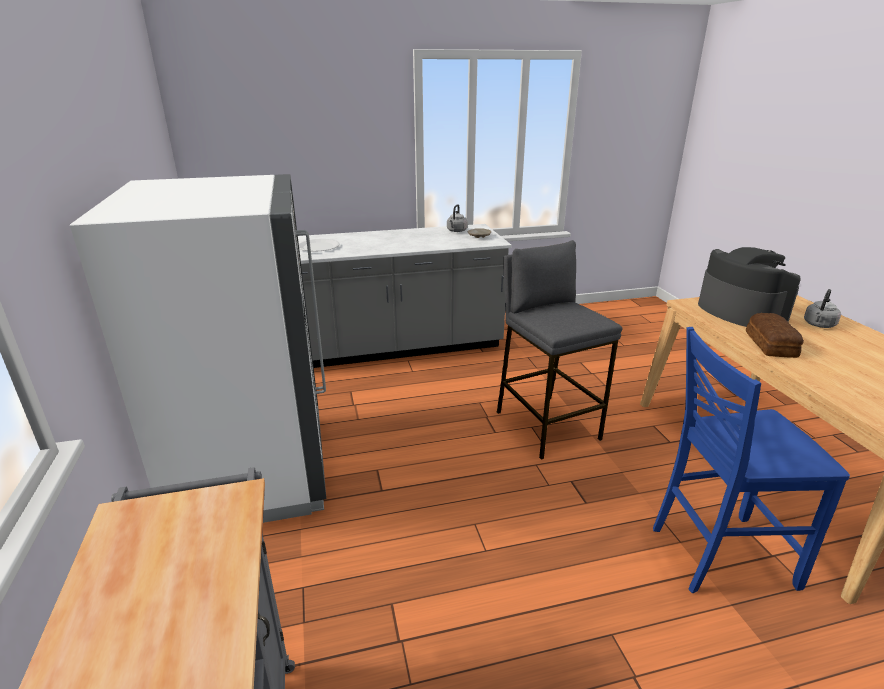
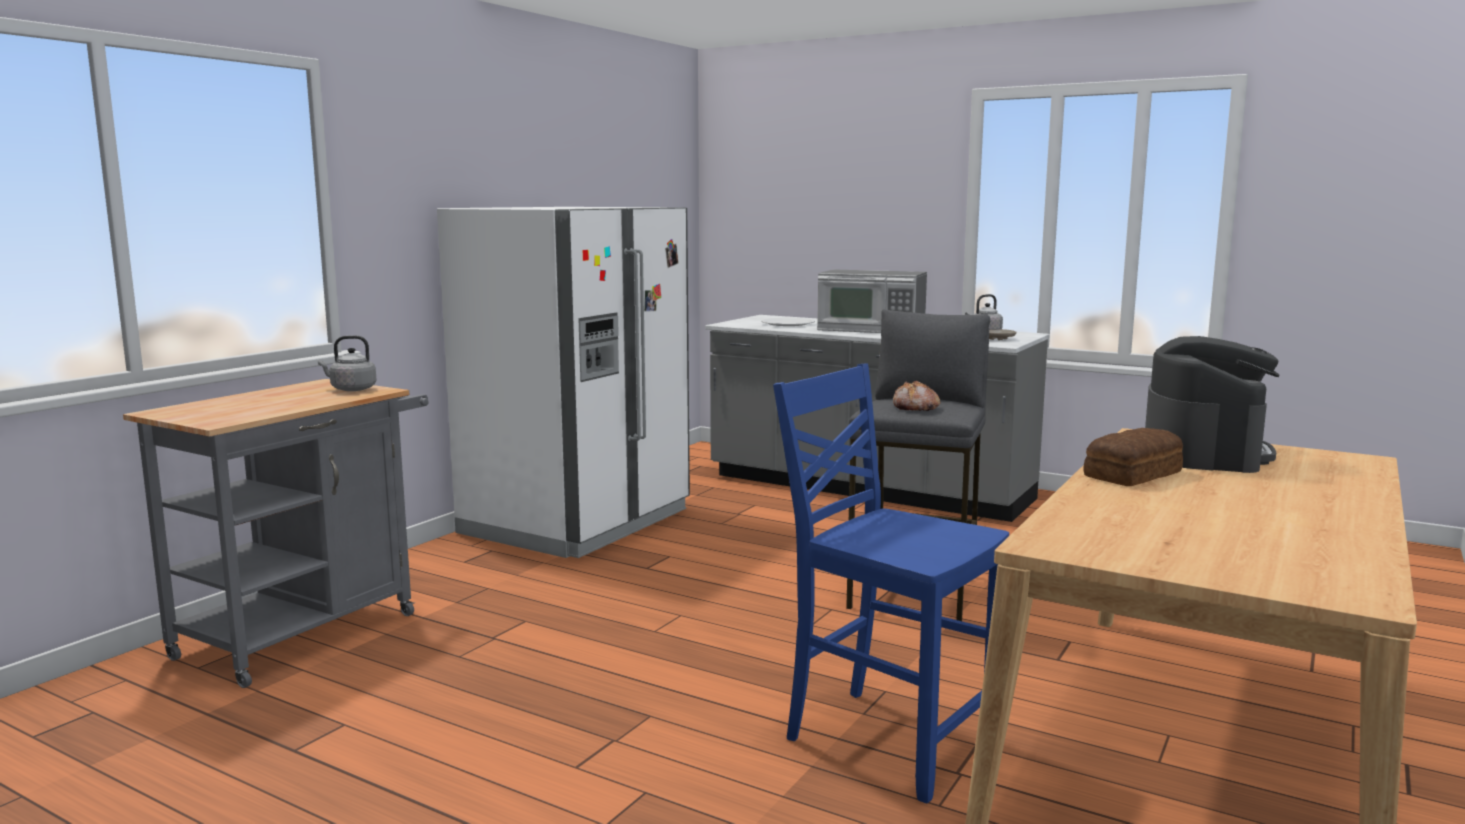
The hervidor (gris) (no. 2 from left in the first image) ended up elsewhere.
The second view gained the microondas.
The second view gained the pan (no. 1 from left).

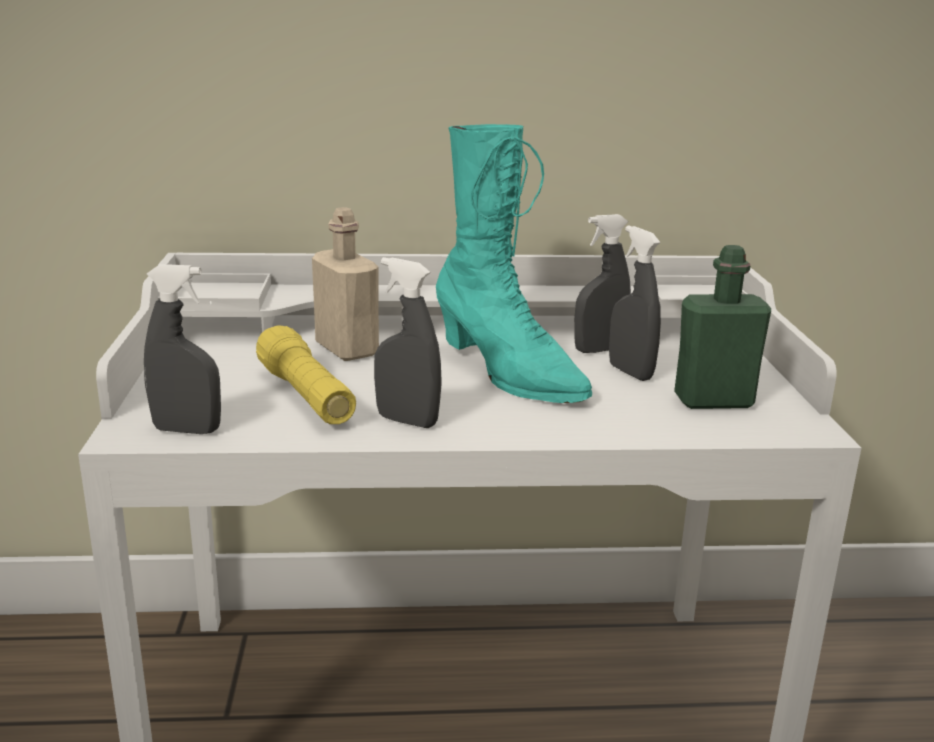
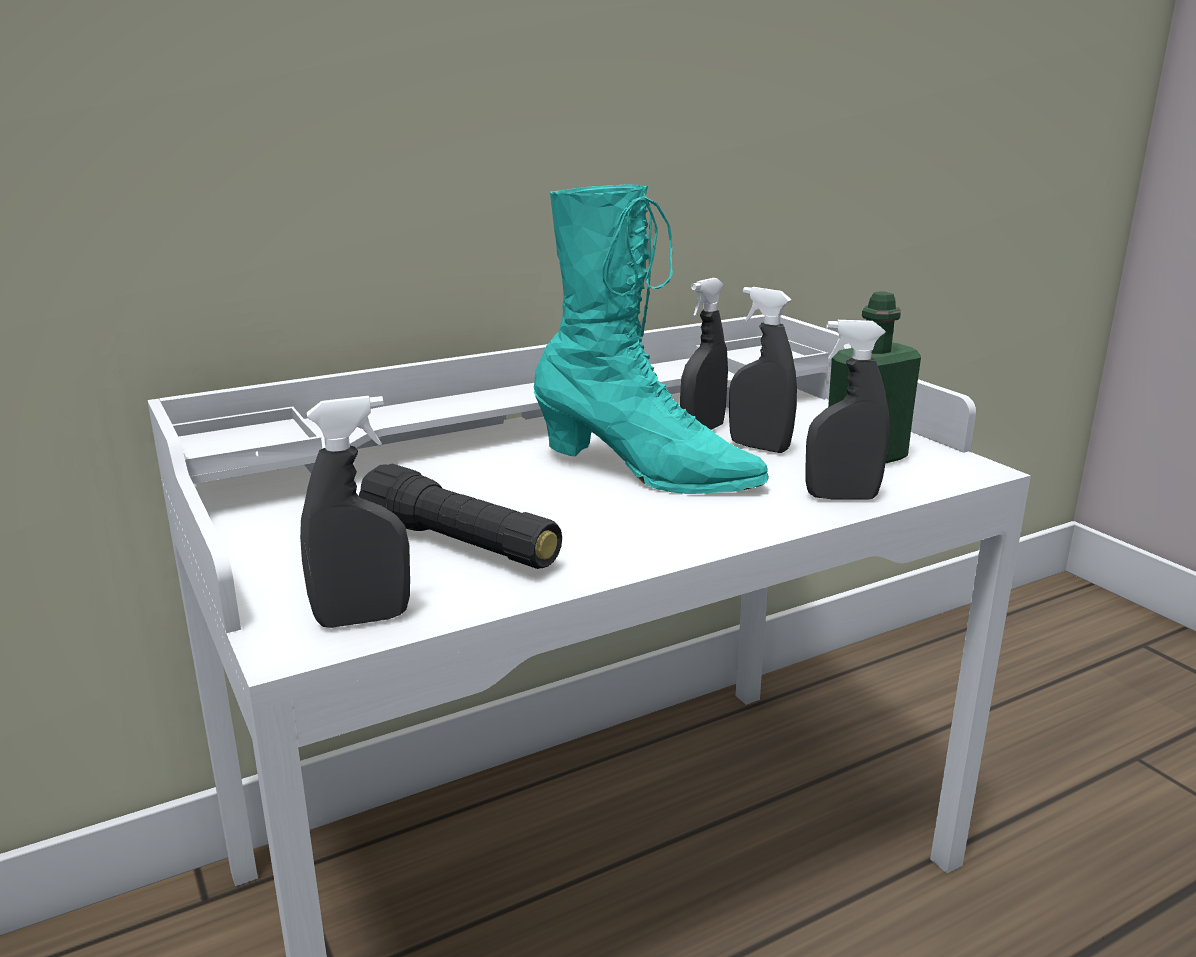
What was the linterna (amarillo) turned into the linterna (negro).
The second view lost the botella (beis).
The pulverizador (gris) (no. 2 from left in the first image) ended up elsewhere.

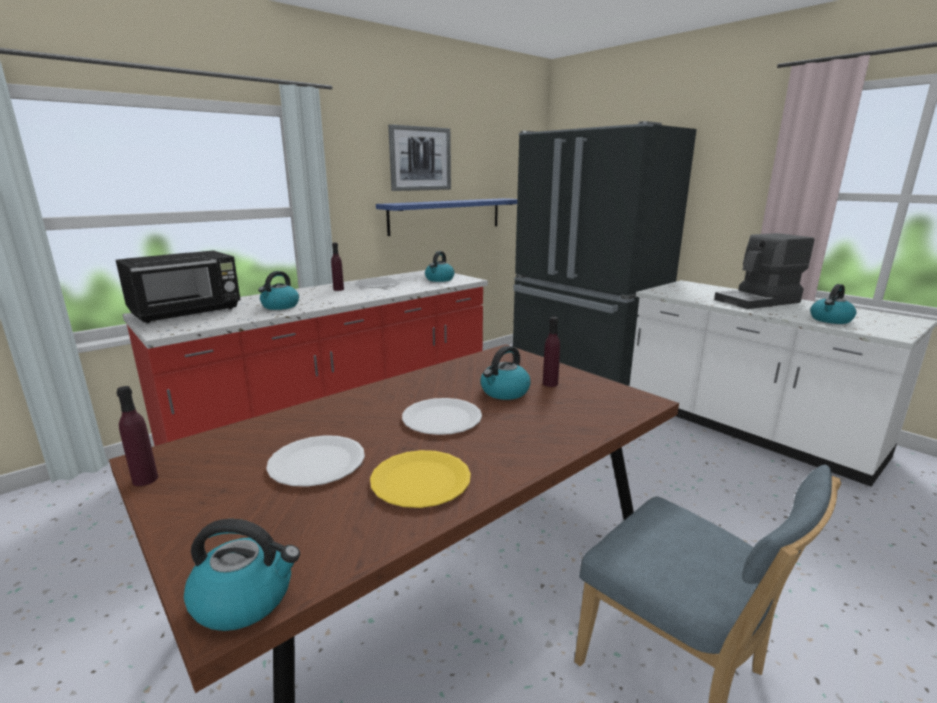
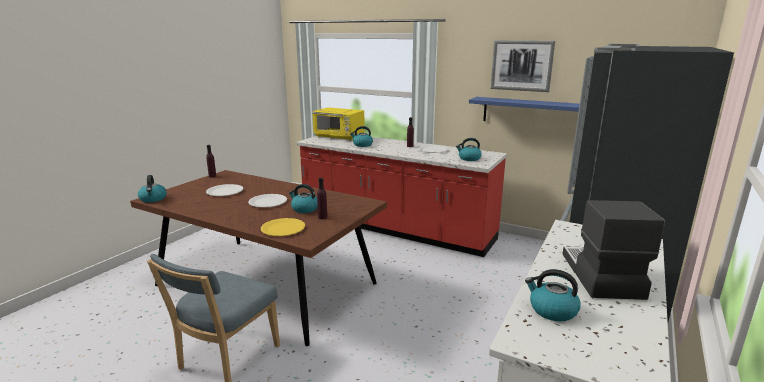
What was the microondas (negro) turned into the microondas (amarillo).
The plato (amarillo) ended up elsewhere.
The cafetera ended up facing another way, 45 degrees clockwise from before.

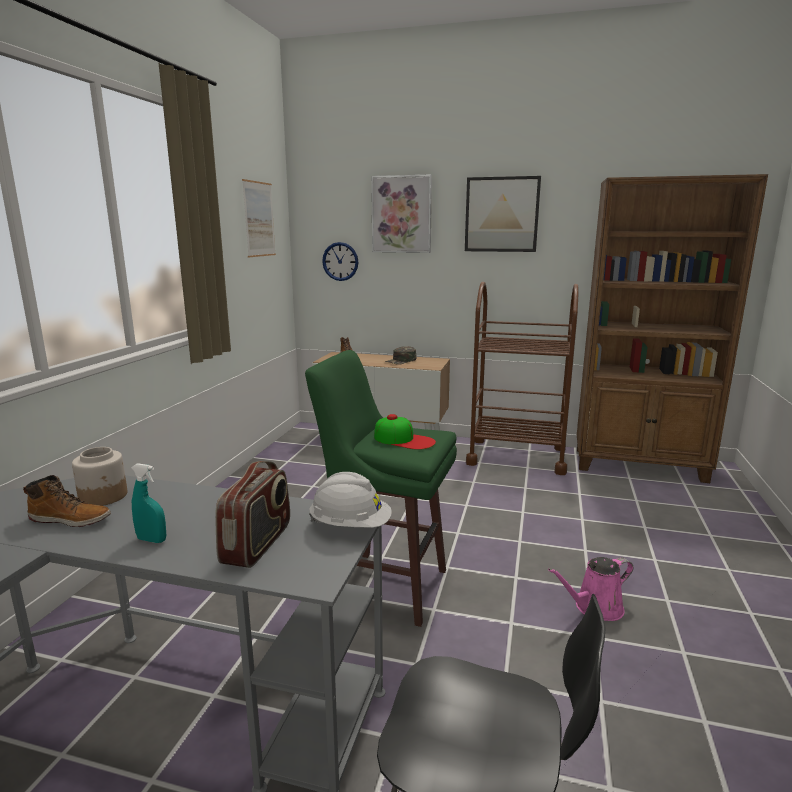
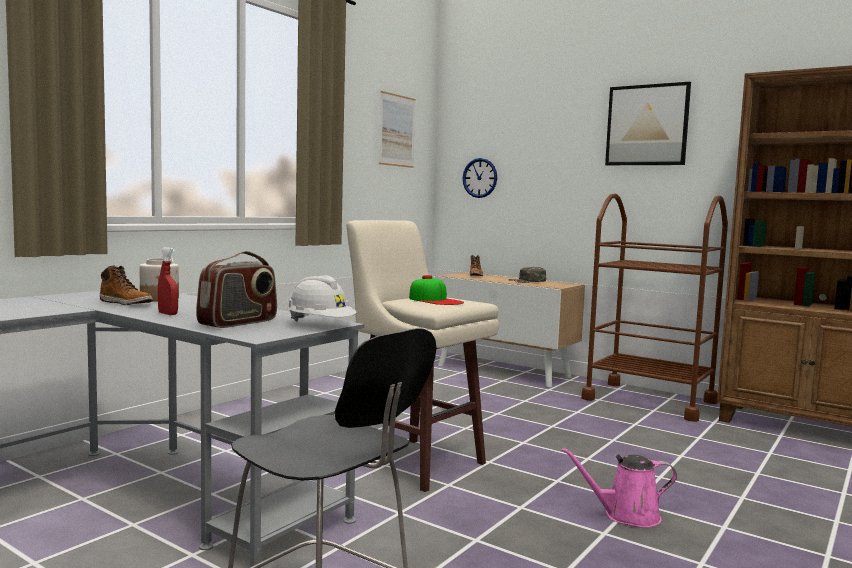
What was the pulverizador (turquesa) turned into the pulverizador (rojo).
What was the taburete (verde) turned into the taburete (beis).
The second view lost the cuadro (no. 2 from left).

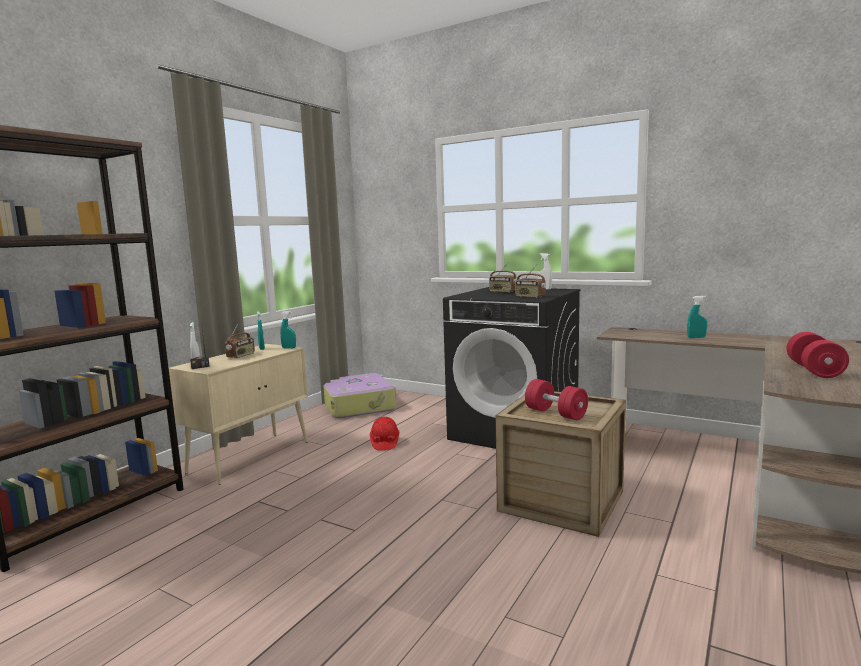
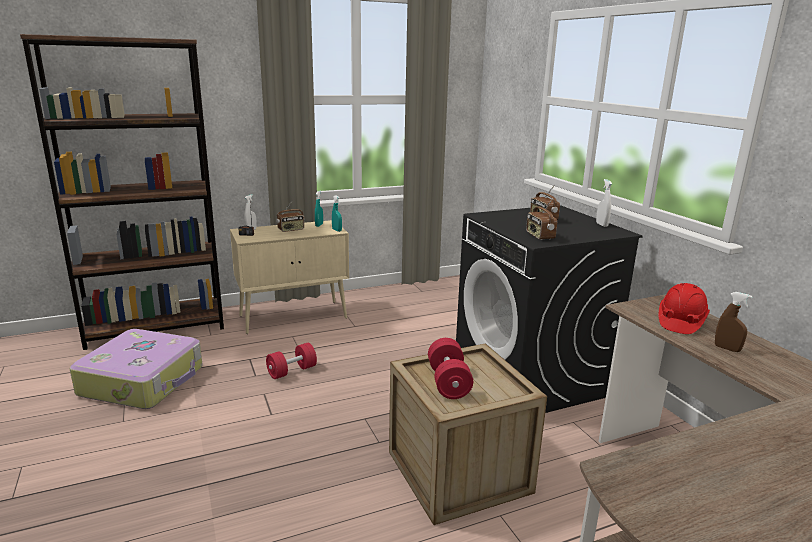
The maleta ended up elsewhere.
The casco (rojo) ended up elsewhere.
What was the pulverizador (turquesa) (no. 3 from left) turned into the pulverizador (marrón).
The mancuerna (rojo) (no. 2 from left in the first image) ended up elsewhere.

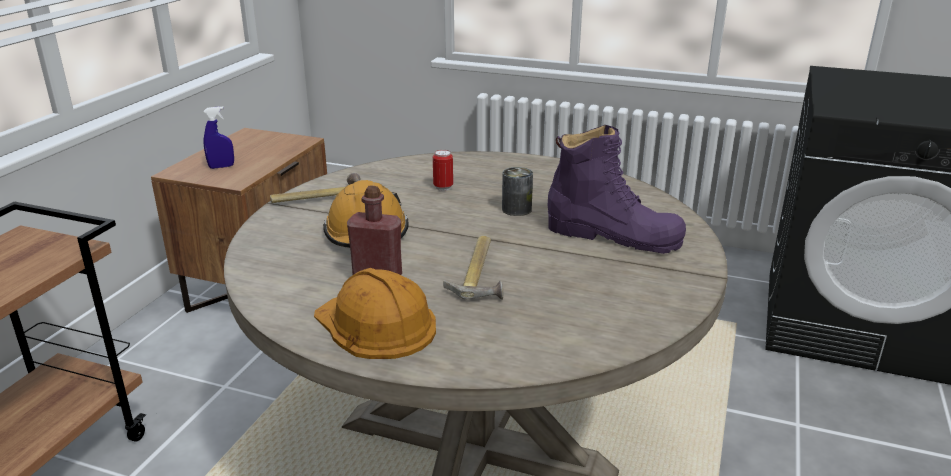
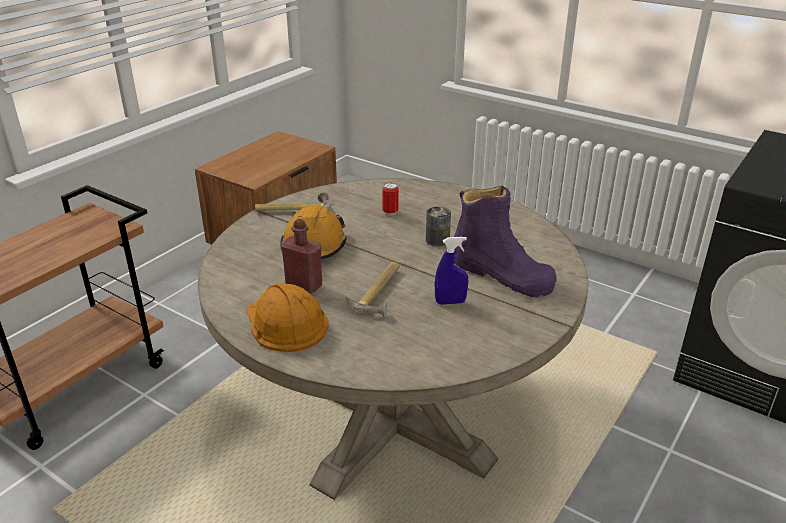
The pulverizador (azul) ended up elsewhere.

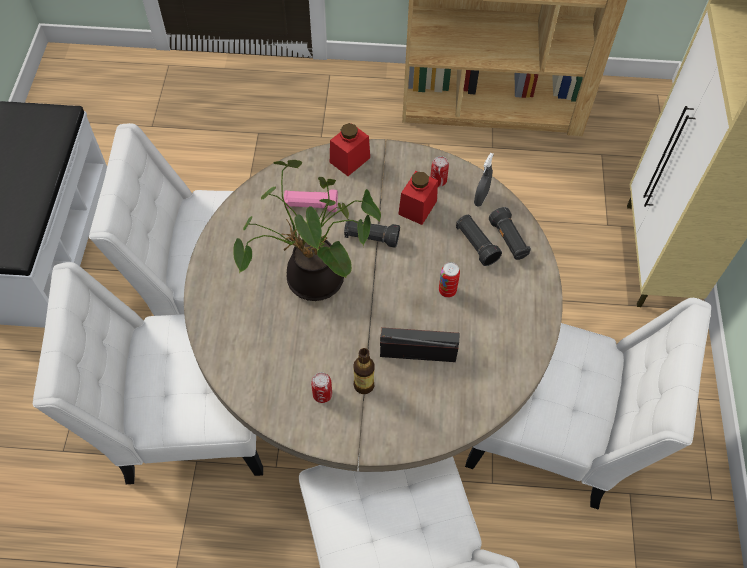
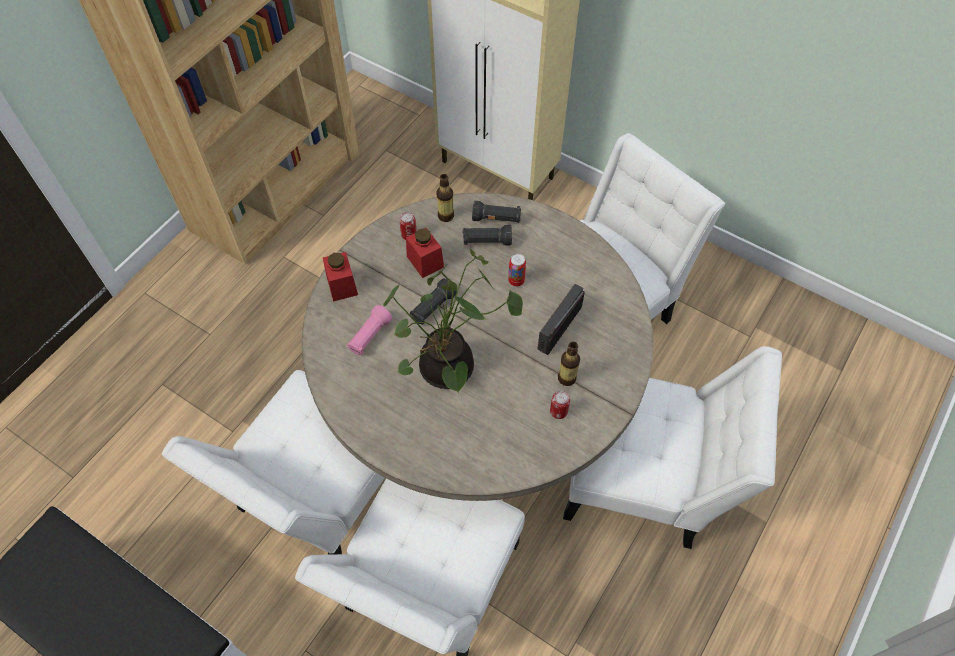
Where the pulverizador (gris) stood, the botella (no. 1 from left) came to stand.

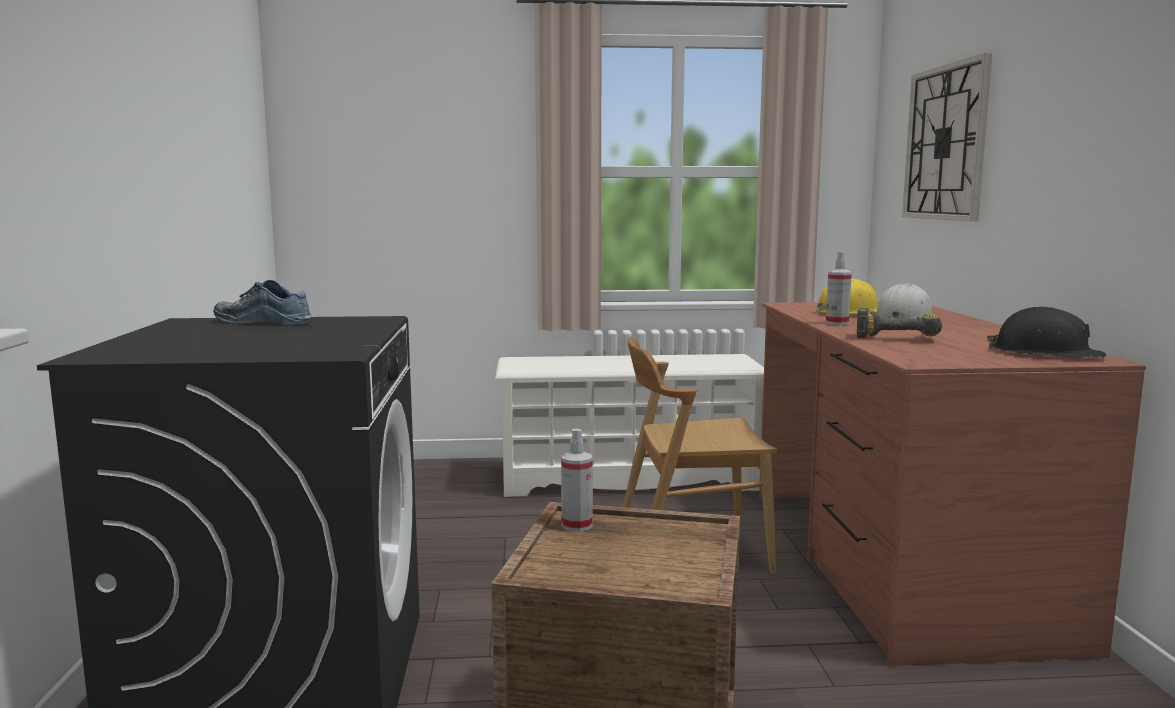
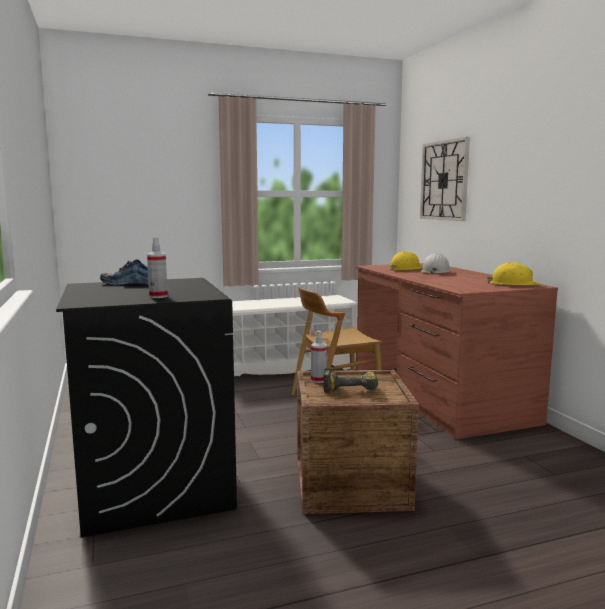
The pulverizador (no. 2 from left in the first image) ended up elsewhere.
The taladro ended up elsewhere.
What was the casco (negro) turned into the casco (amarillo) (no. 2 from left).

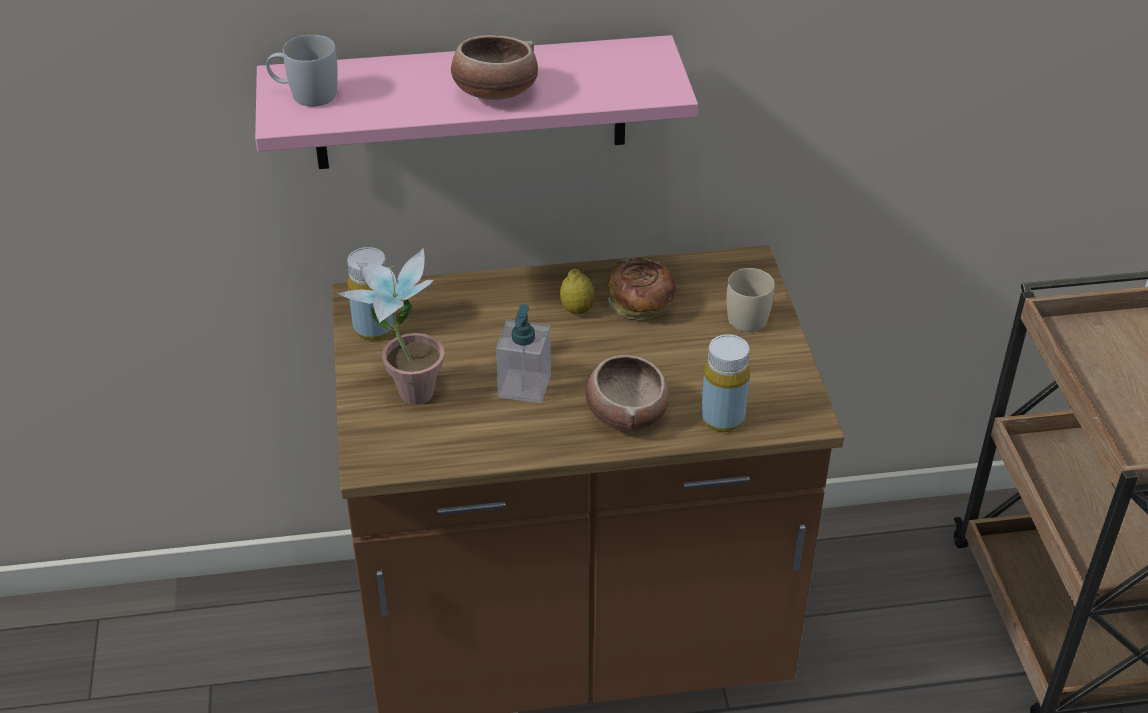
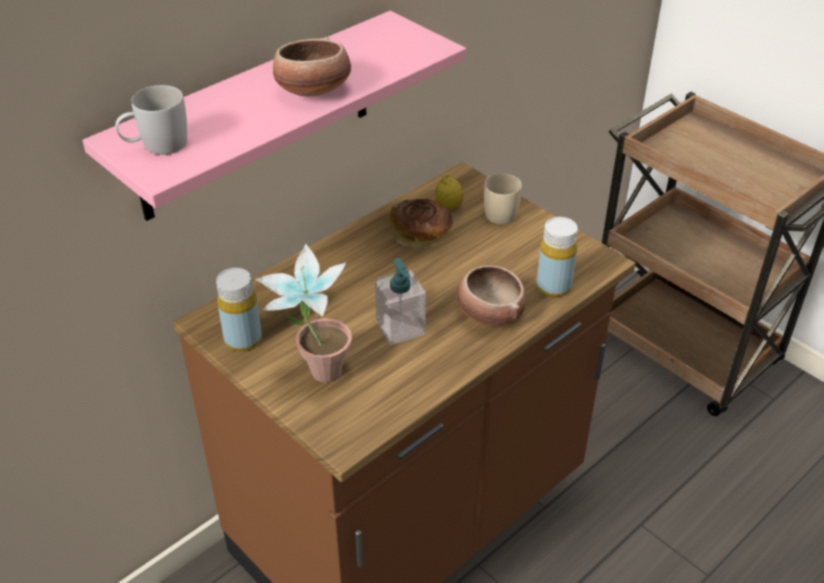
The limón ended up elsewhere.

